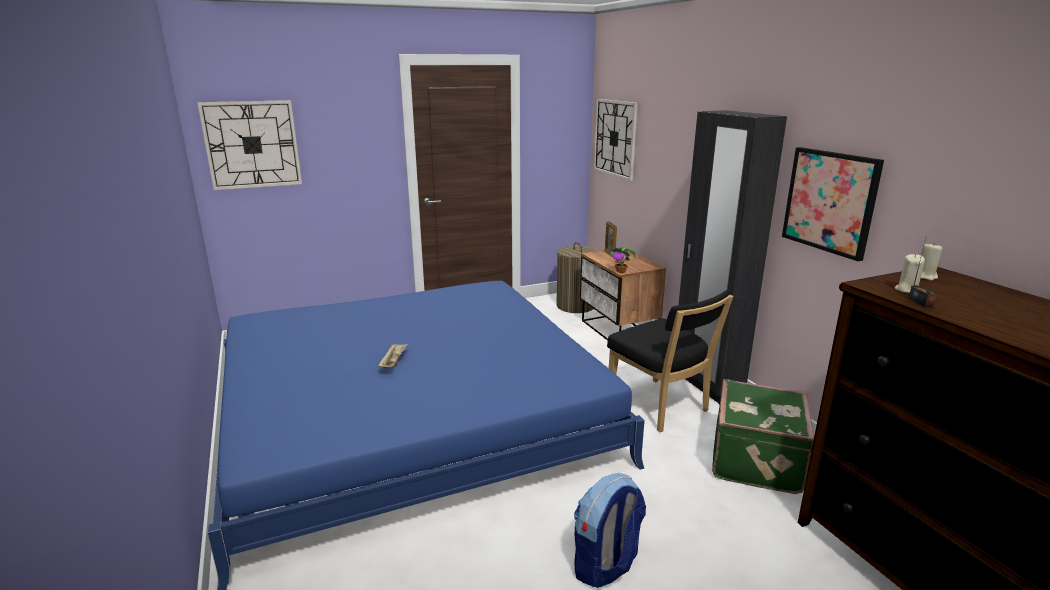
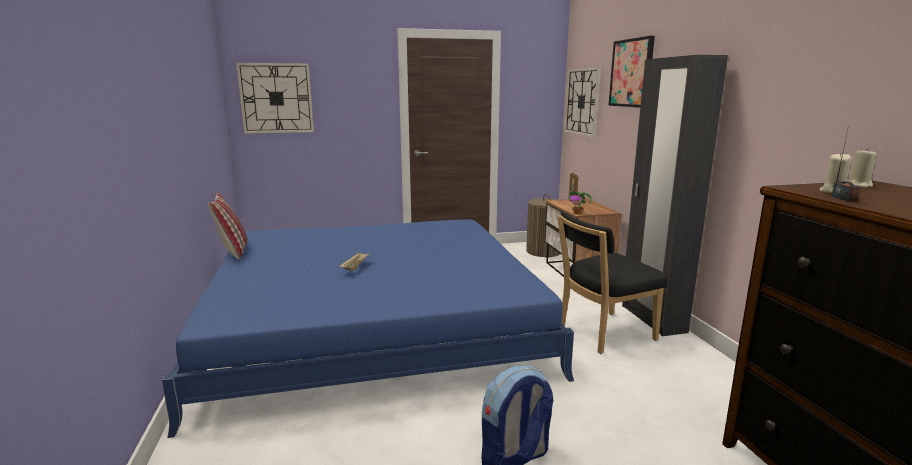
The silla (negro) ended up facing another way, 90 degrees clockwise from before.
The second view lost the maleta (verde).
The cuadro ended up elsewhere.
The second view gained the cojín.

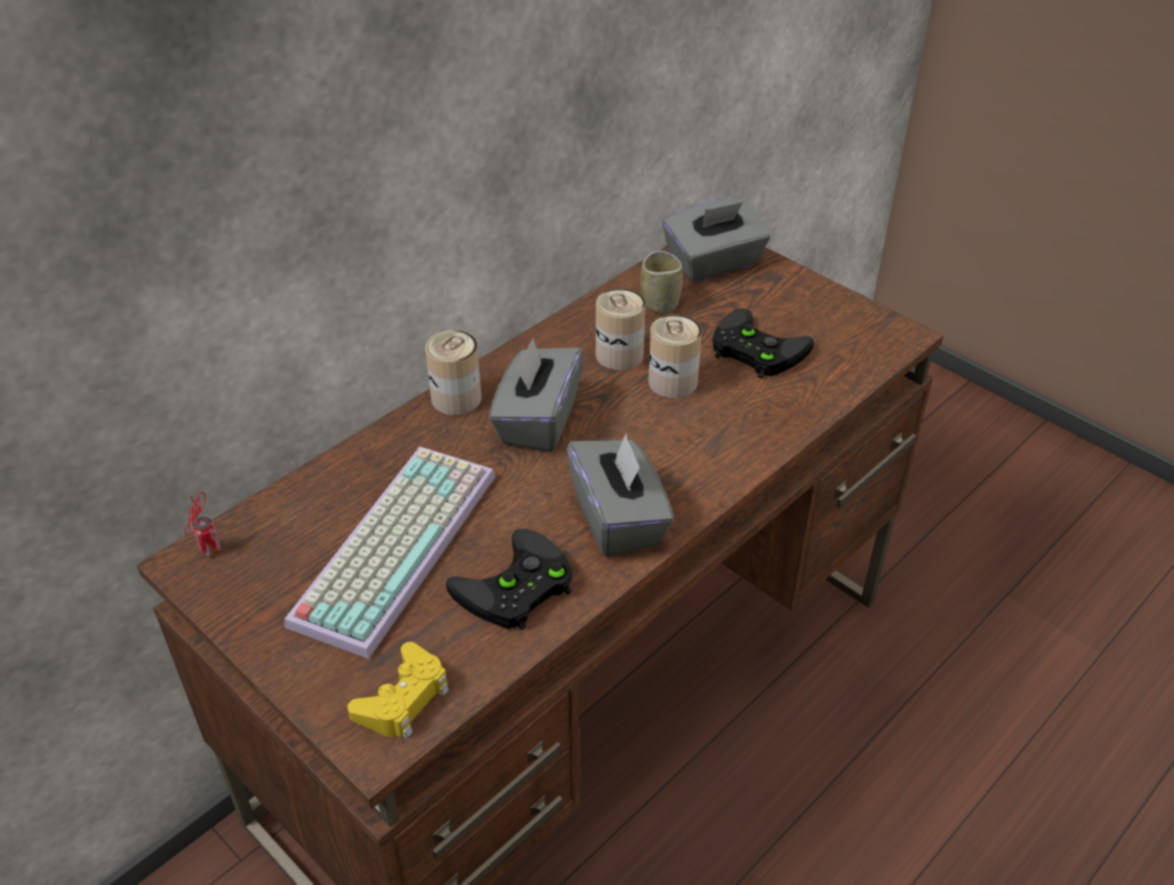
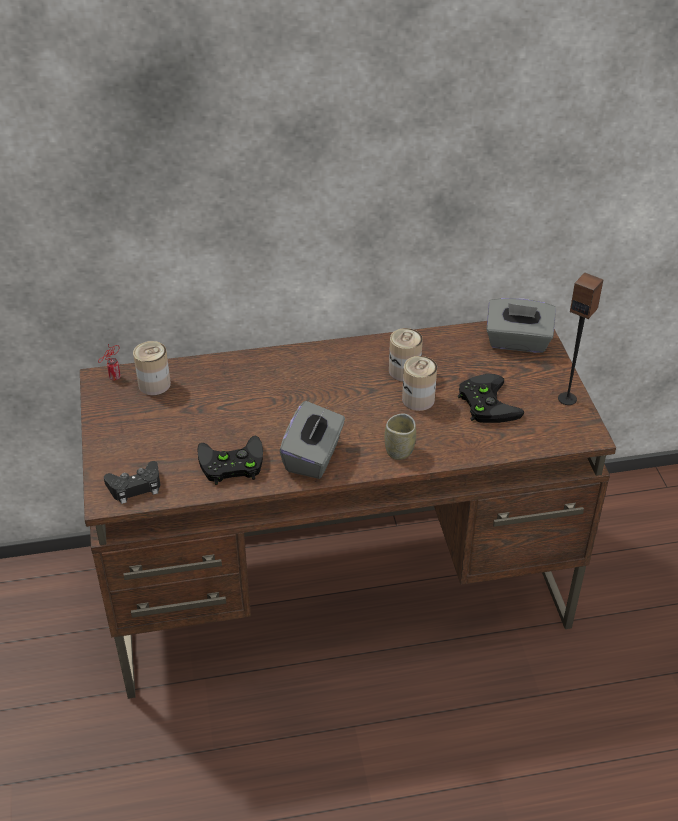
The second view lost the teclado.
What was the mando de consola (amarillo) turned into the mando de consola (negro) (no. 1 from left).
The lata (no. 2 from left) ended up elsewhere.
The second view lost the caja de pañuelos (gris) (no. 1 from left).
The taza ended up elsewhere.
The second view gained the altavoz.

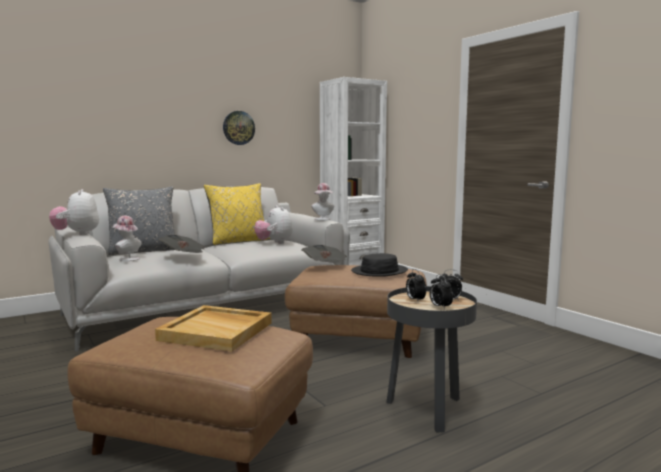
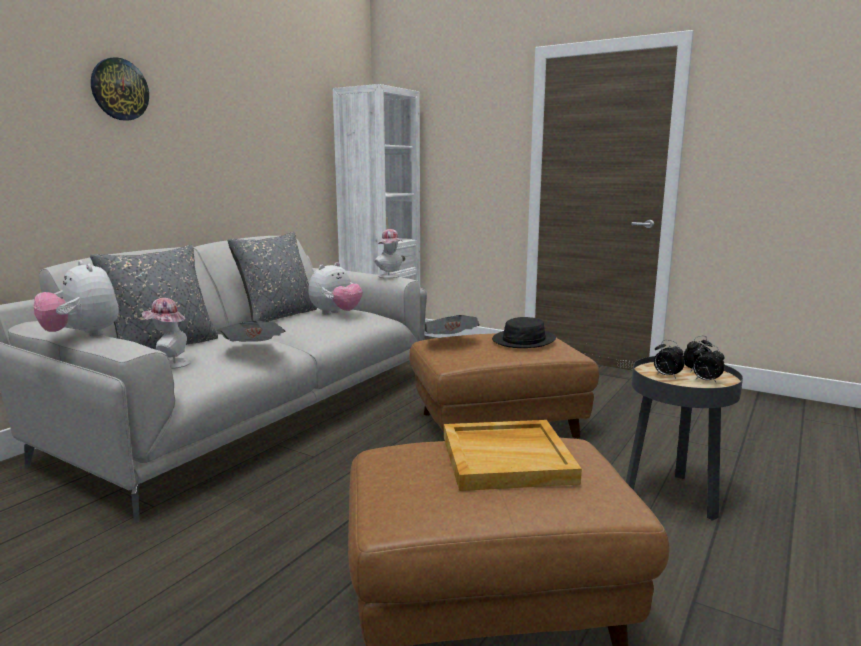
What was the cojín (amarillo) turned into the cojín (gris) (no. 2 from left).
The reloj de pared ended up elsewhere.
The peluche (no. 2 from left) ended up facing another way, 90 degrees counterclockwise from before.

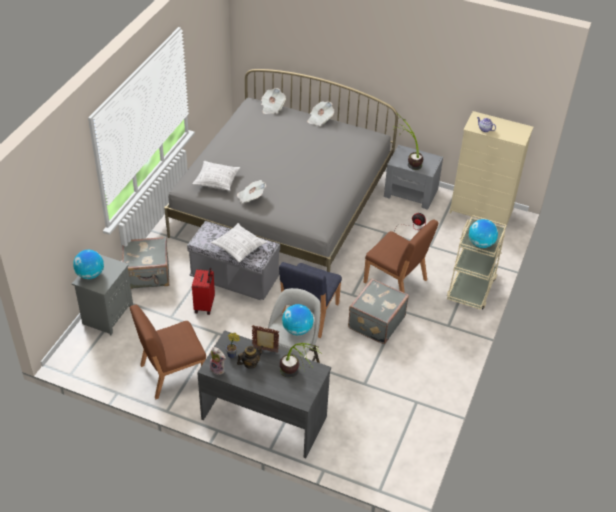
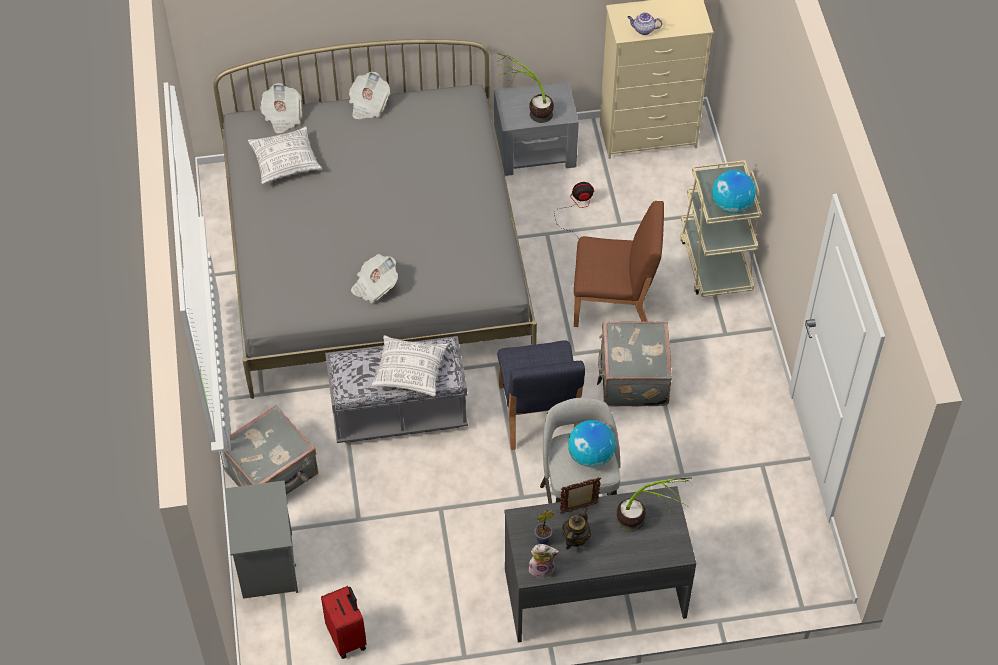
The second view lost the globo terráqueo (no. 1 from left).
The second view lost the silla (marrón) (no. 1 from left).
The cojín (no. 1 from left) ended up elsewhere.
The maleta (rojo) ended up elsewhere.

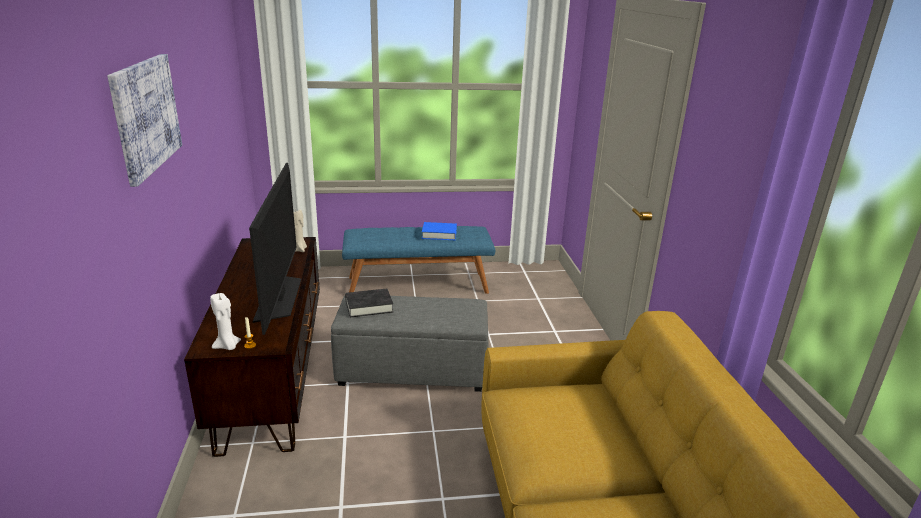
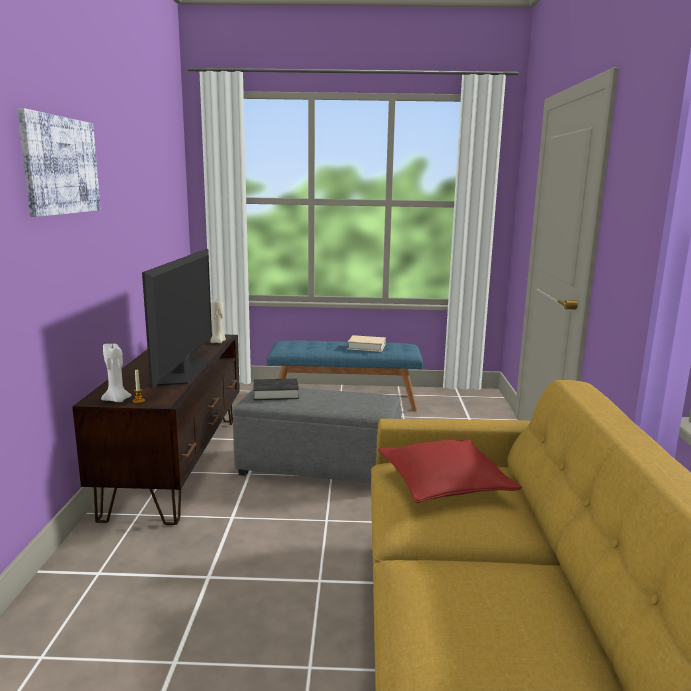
What was the libro (azul) turned into the libro (beis).
The second view gained the cojín (rojo).

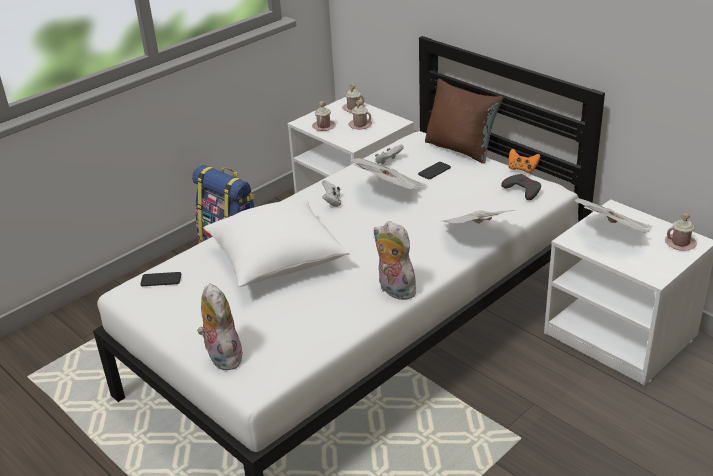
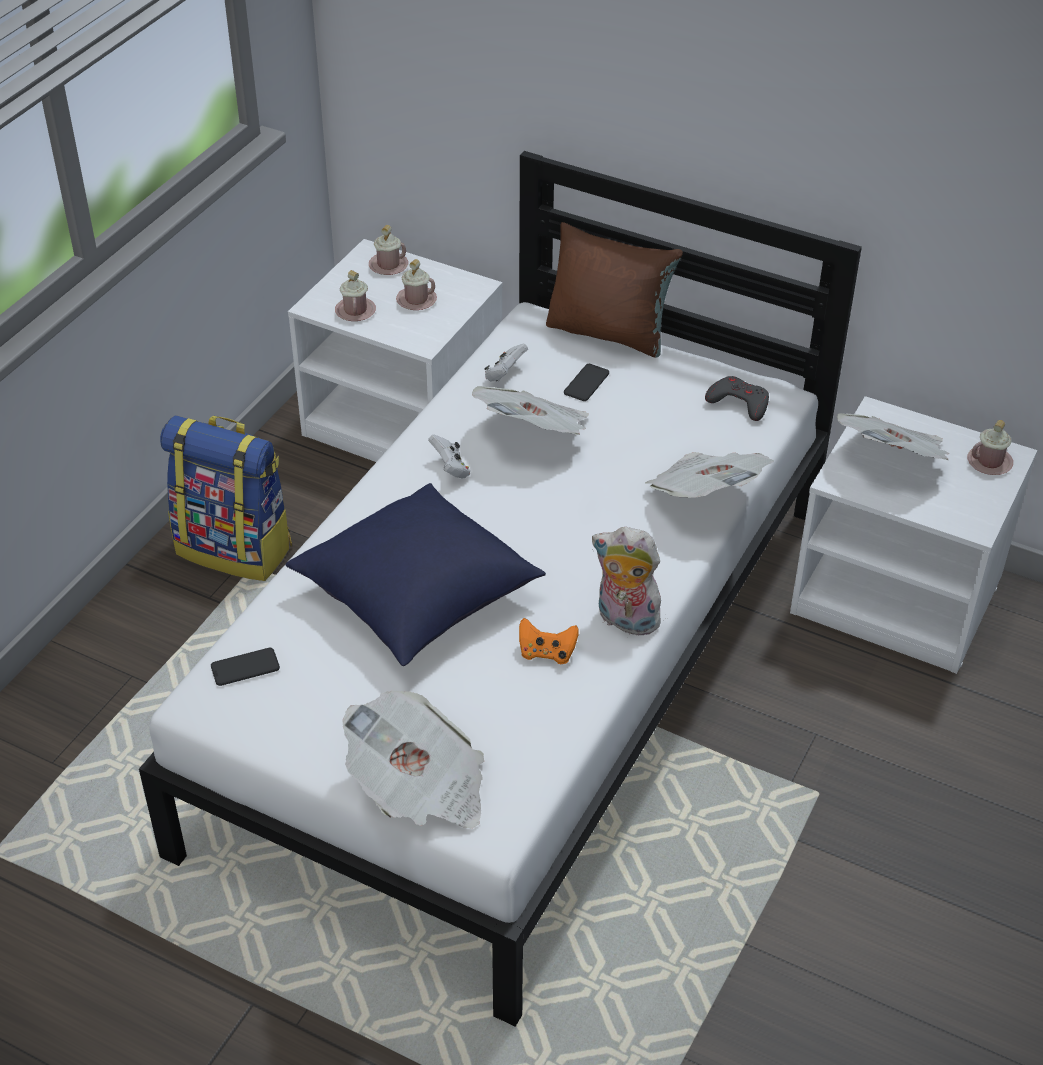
Where the peluche (no. 1 from left) stood, the periódico (no. 1 from left) came to stand.
What was the cojín (blanco) turned into the cojín (azul).
The mando de consola (naranja) ended up elsewhere.

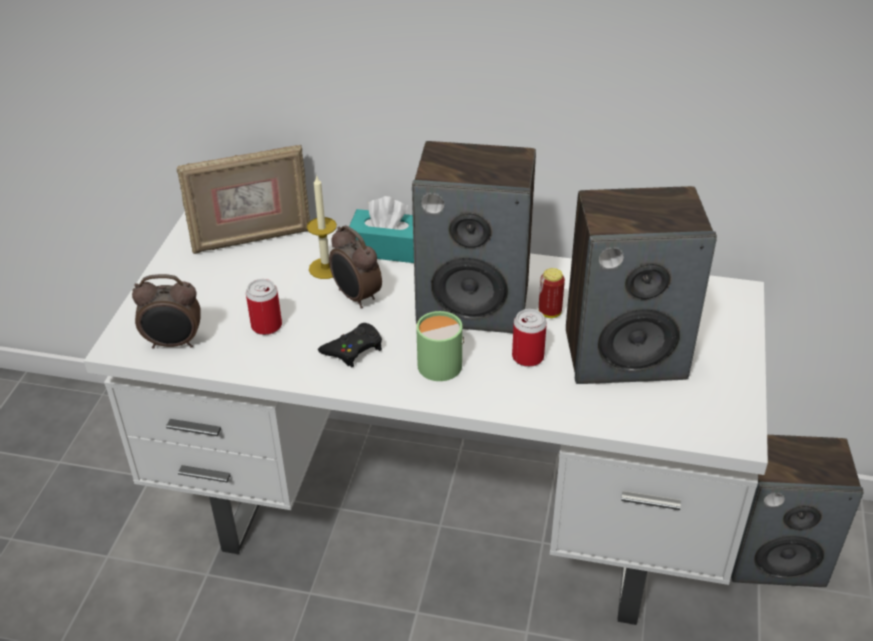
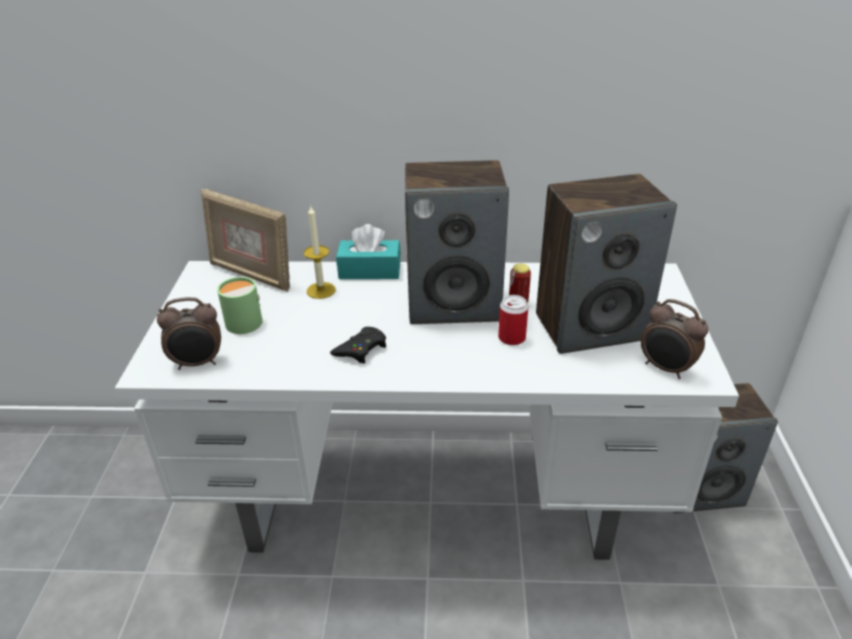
The portarretratos ended up facing another way, 60 degrees clockwise from before.
The second view lost the lata (no. 1 from left).
The despertador (no. 2 from left) ended up elsewhere.
The taza grande (verde) ended up elsewhere.

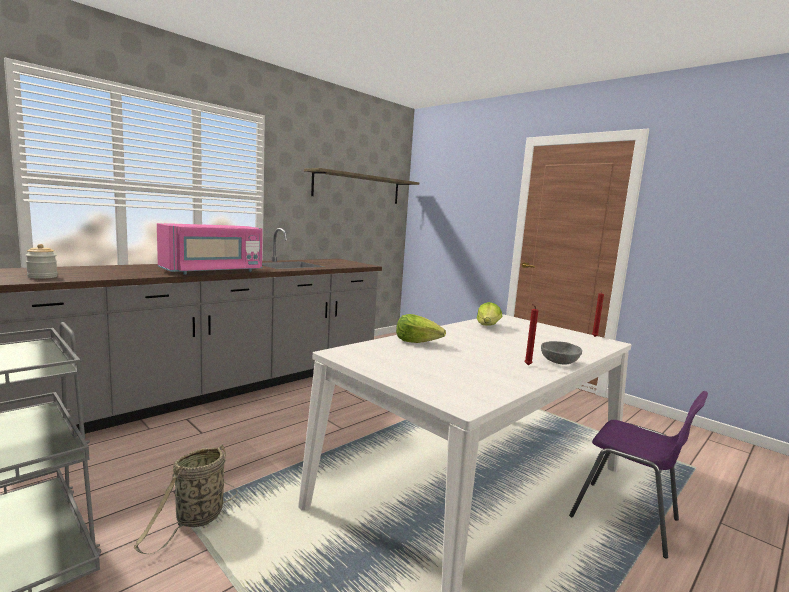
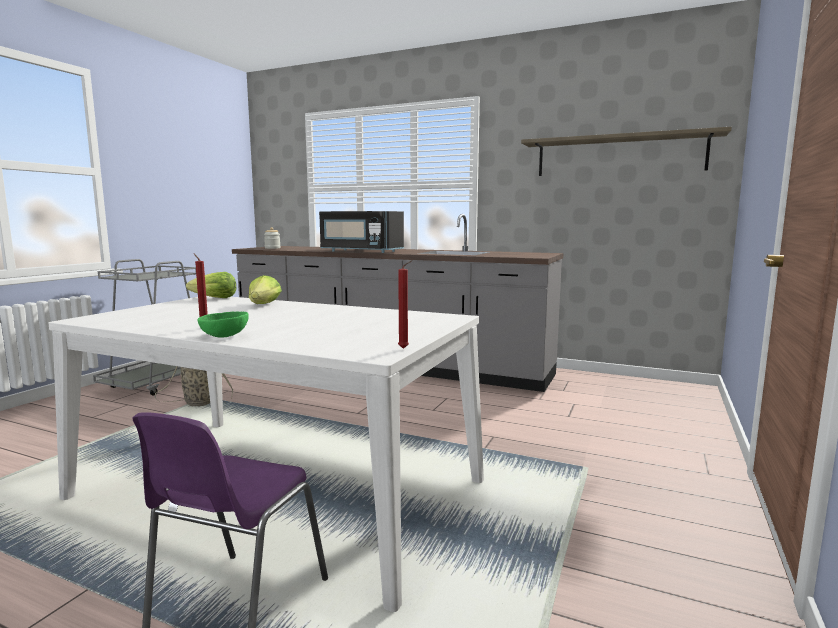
What was the microondas (rosa) turned into the microondas (negro).
The lechuga (no. 2 from left in the first image) ended up elsewhere.
What was the cuenco (gris) turned into the cuenco (verde).

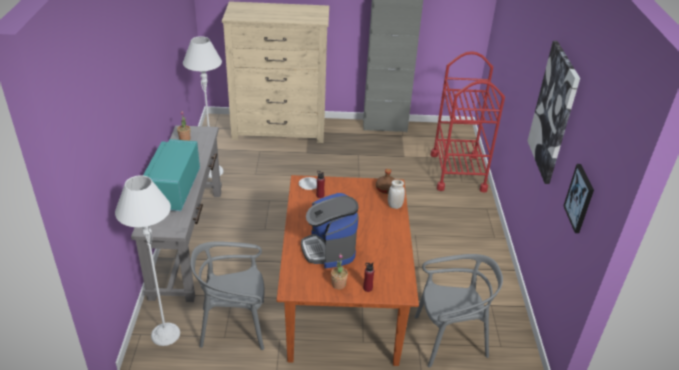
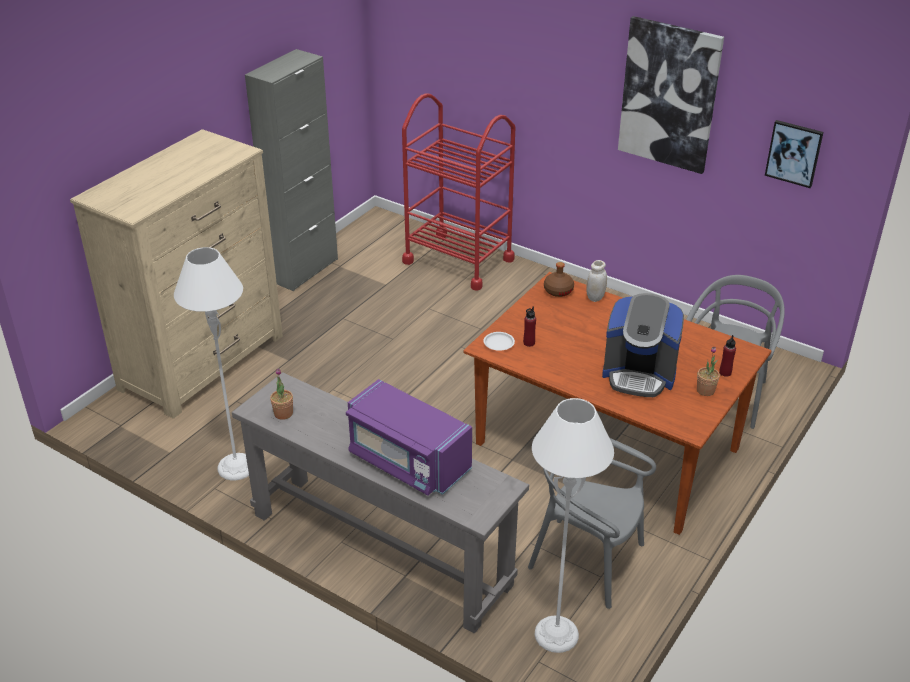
What was the microondas (turquesa) turned into the microondas (morado).
The silla (gris) (no. 1 from left) ended up facing another way, 90 degrees clockwise from before.

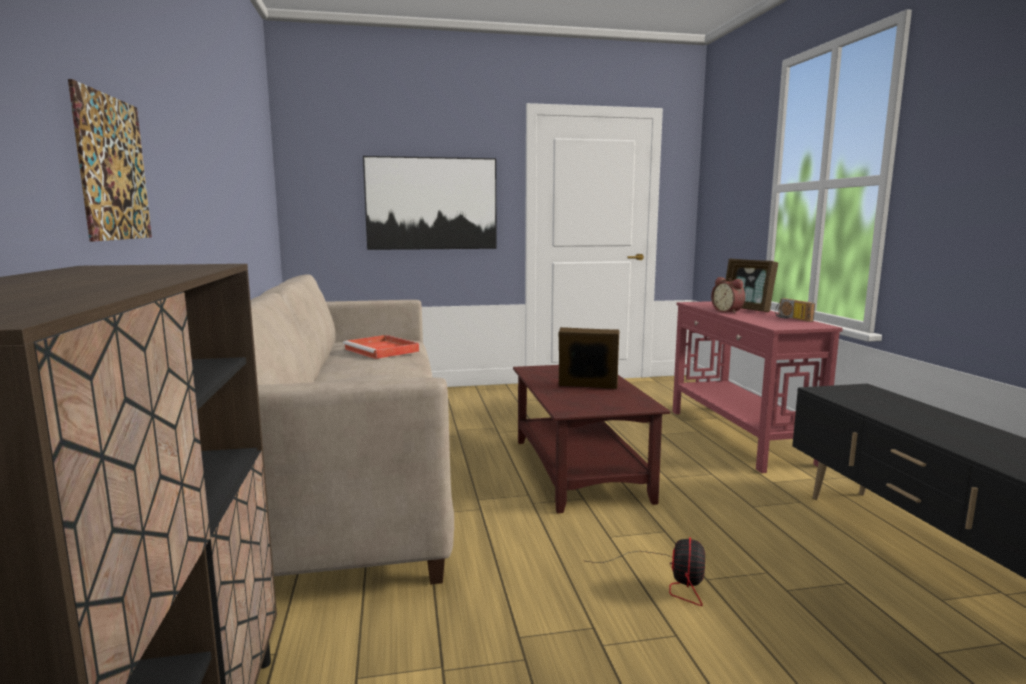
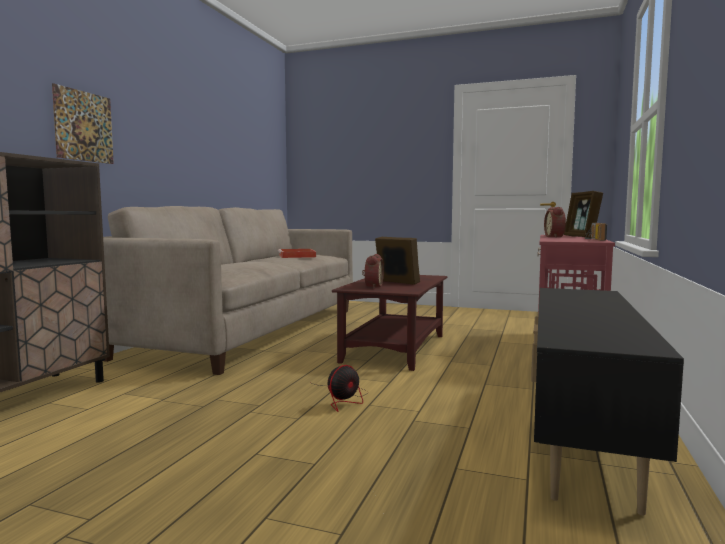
The second view lost the cuadro (no. 2 from left).
The second view gained the despertador (no. 1 from left).

